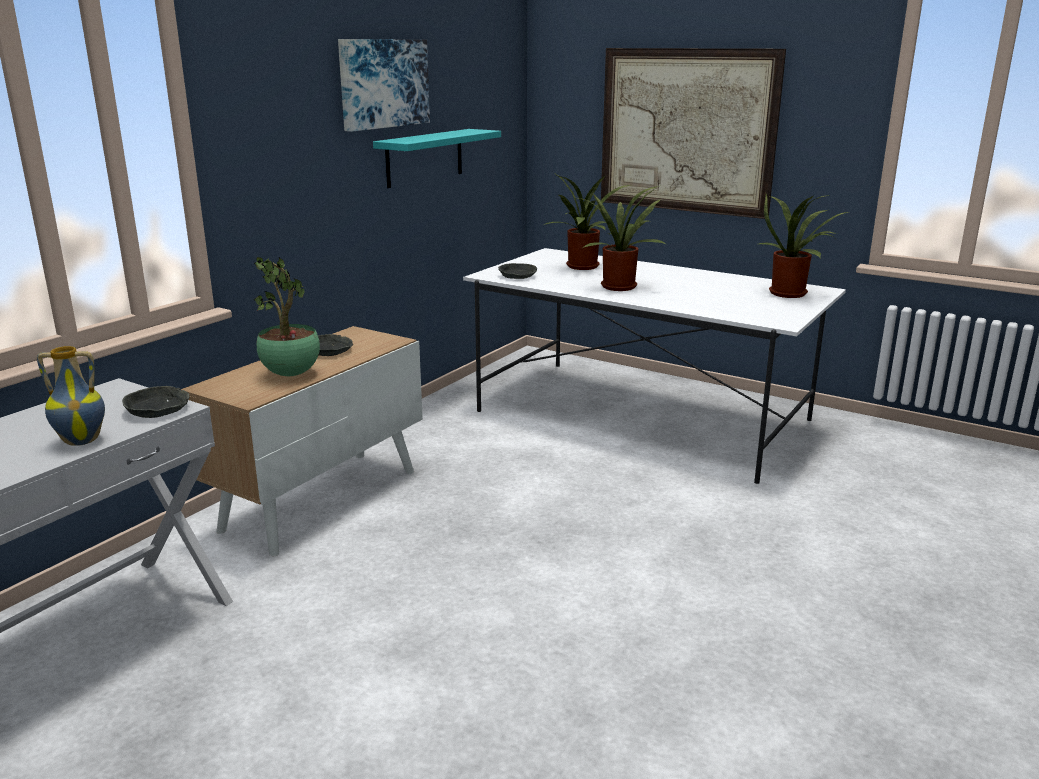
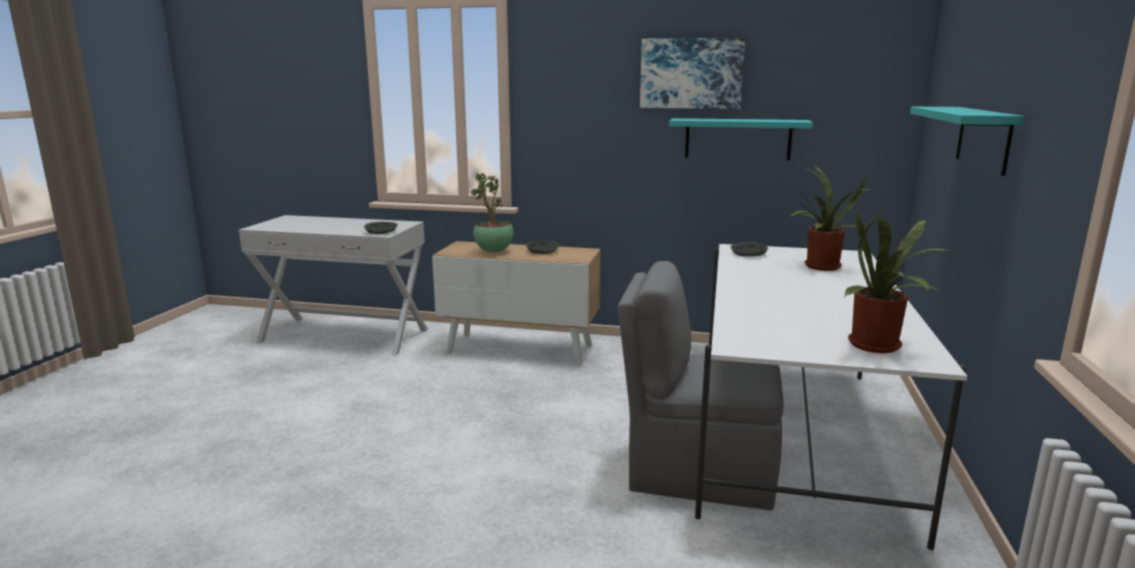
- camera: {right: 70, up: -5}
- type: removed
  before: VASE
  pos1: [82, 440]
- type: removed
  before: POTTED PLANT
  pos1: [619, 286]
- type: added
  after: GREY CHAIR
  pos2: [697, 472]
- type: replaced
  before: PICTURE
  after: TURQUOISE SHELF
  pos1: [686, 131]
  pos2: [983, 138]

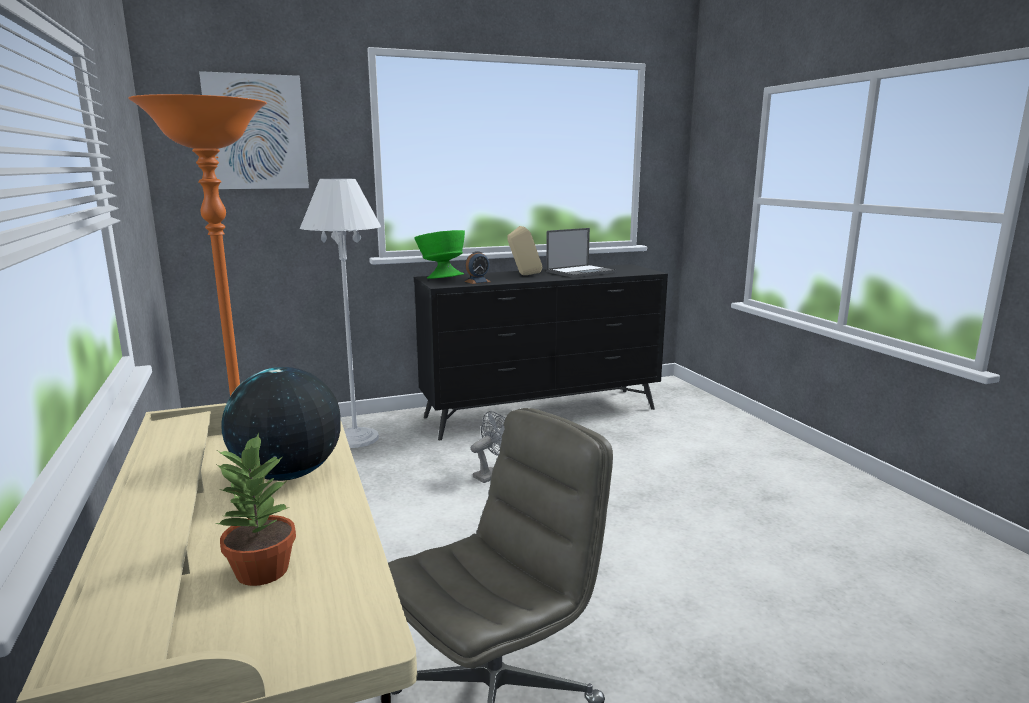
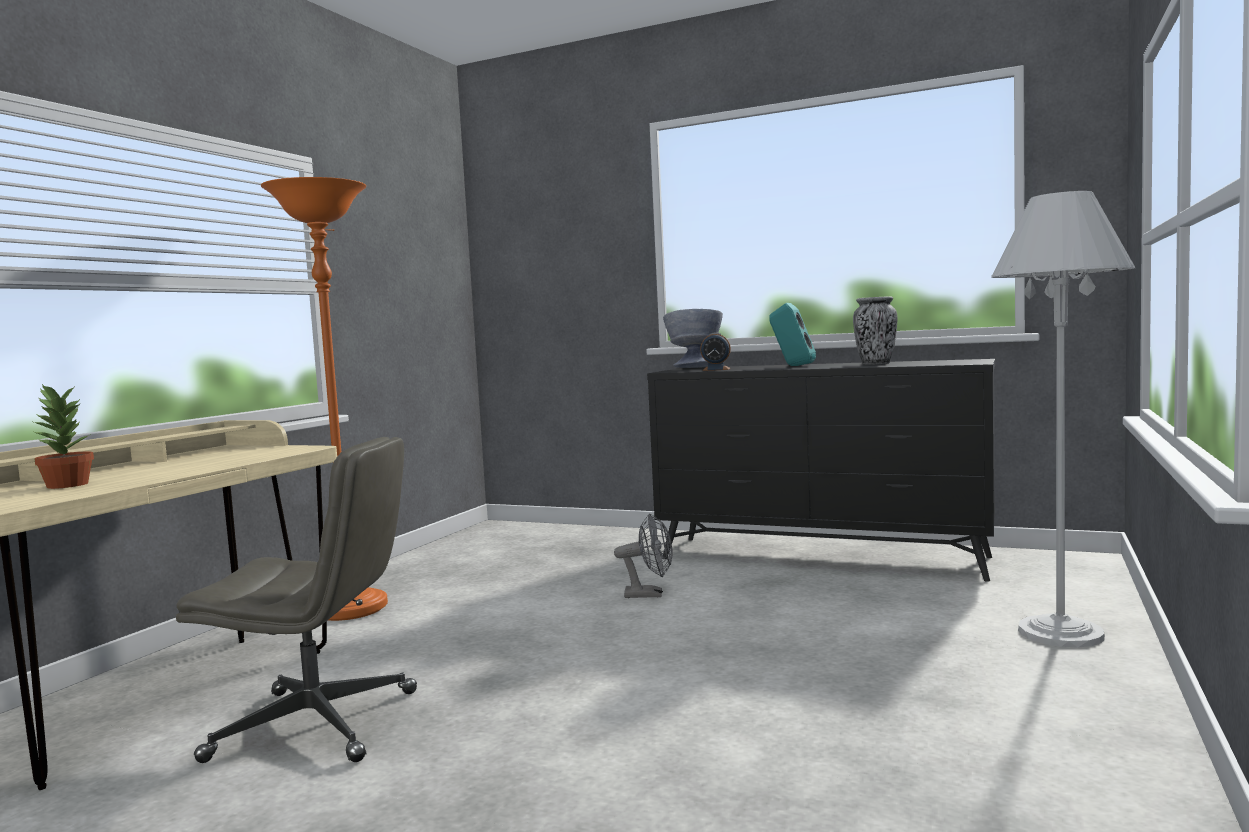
- camera: {right: 45, up: -10}
- type: removed
  before: PICTURE
  pos1: [256, 132]
- type: removed
  before: GLOBE
  pos1: [288, 475]
- type: moved
  before: WHITE FLOOR LAMP
  pos1: [355, 438]
  pos2: [1060, 633]
- type: replaced
  before: LAPTOP
  after: VASE
  pos1: [581, 272]
  pos2: [875, 364]
- type: recoloured
  before: GREEN BOWL
  after: GREY BOWL
  pos1: [441, 278]
  pos2: [695, 368]
- type: recoloured
  before: BEIGE SPEAKER
  after: TURQUOISE SPEAKER
  pos1: [524, 275]
  pos2: [793, 366]

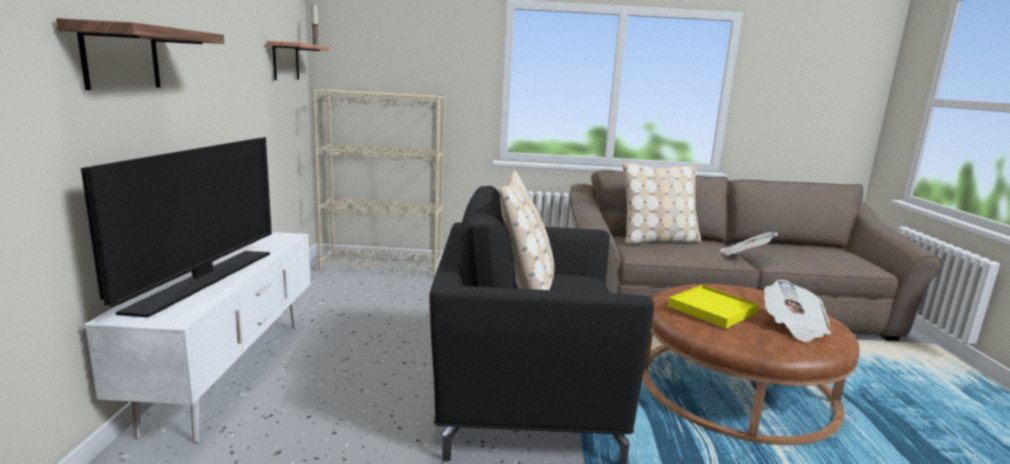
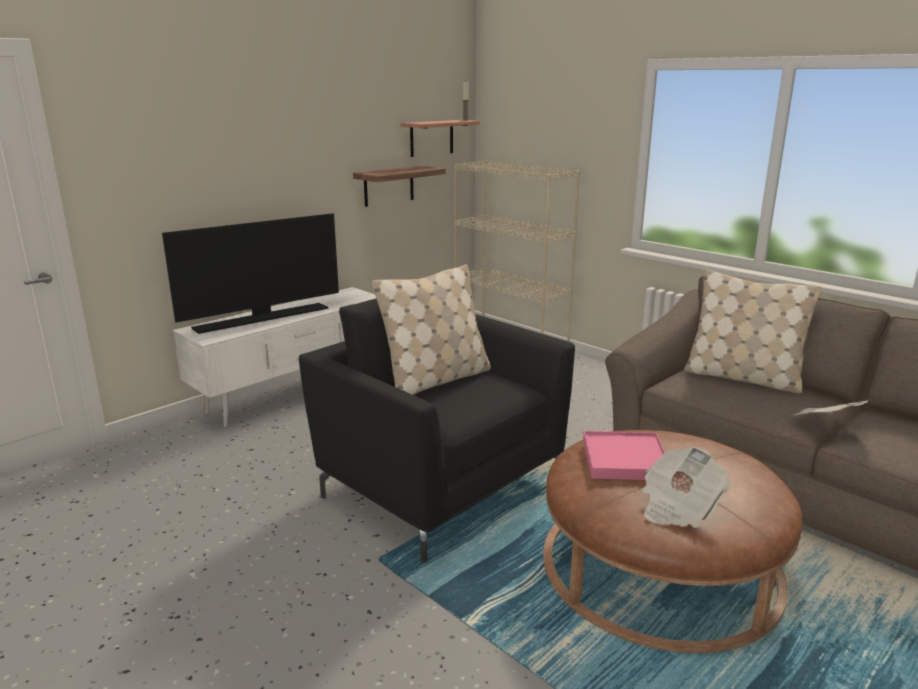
- camera: {right: 45, up: 5}
- type: moved
  before: SHELF
  pos1: [121, 57]
  pos2: [389, 186]
- type: recoloured
  before: YELLOW TRAY
  after: PINK TRAY
  pos1: [711, 309]
  pos2: [624, 459]

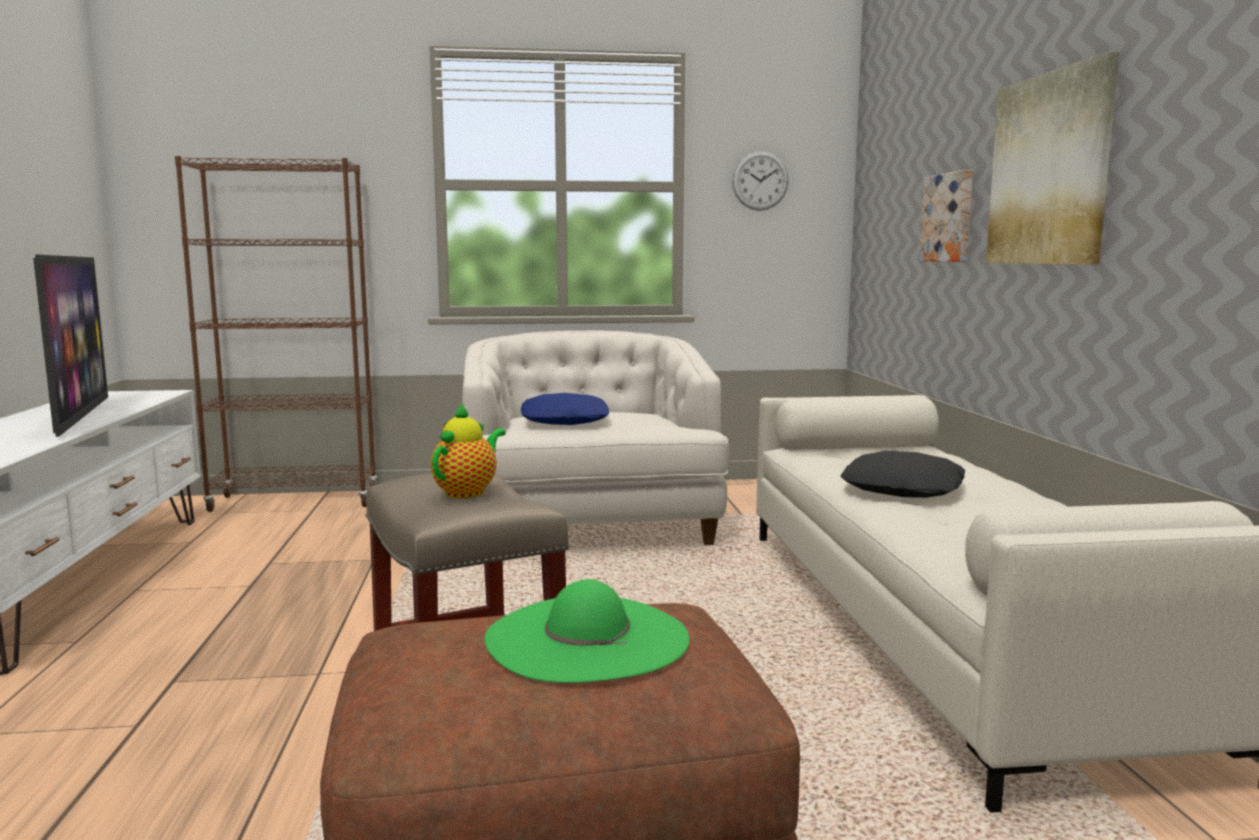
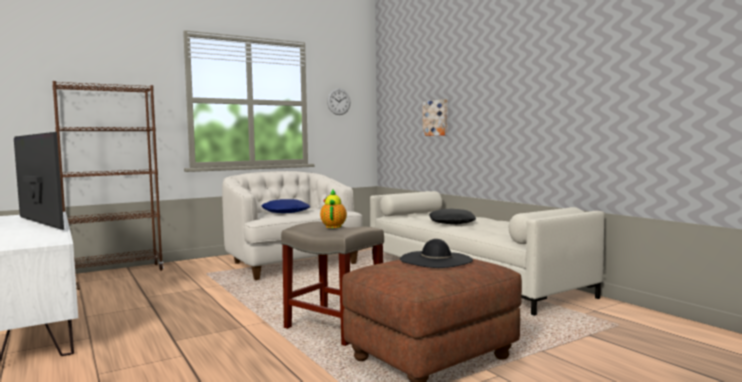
- camera: {right: -25, up: -5}
- type: removed
  before: PICTURE
  pos1: [1050, 170]
- type: recoloured
  before: GREEN HAT
  after: BLACK HAT
  pos1: [586, 638]
  pos2: [435, 259]

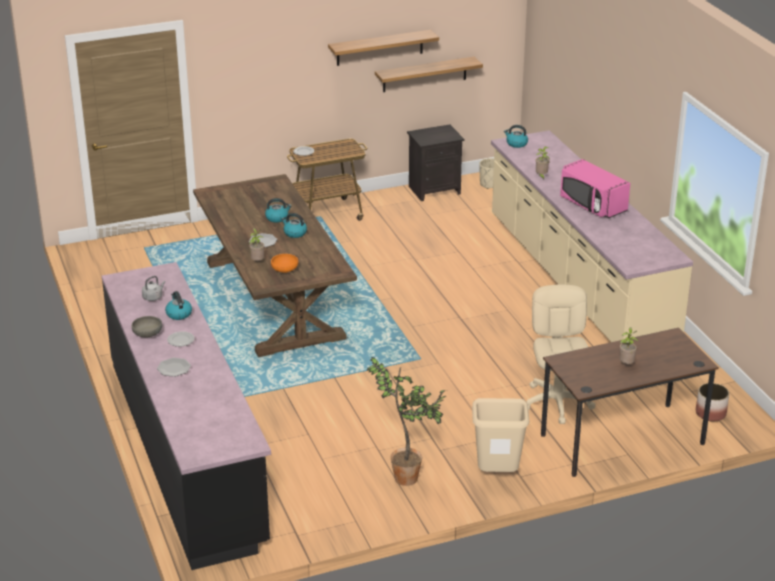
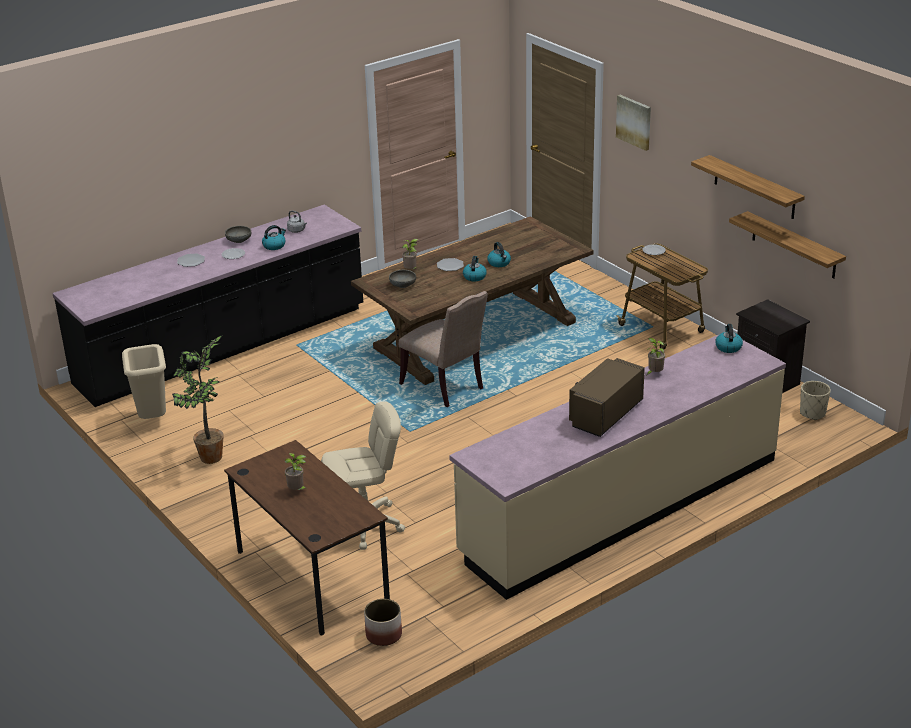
- camera: {right: 75, up: 0}
- type: added
  after: BEIGE CHAIR
  pos2: [445, 387]
- type: added
  after: PICTURE
  pos2: [634, 122]
- type: moved
  before: BEIGE TRASH CAN
  pos1: [498, 475]
  pos2: [153, 420]
- type: recoloured
  before: ORANGE BOWL
  after: GREY BOWL
  pos1: [284, 270]
  pos2: [402, 285]
- type: recoloured
  before: PINK MICROWAVE
  after: BROWN MICROWAVE
  pos1: [592, 205]
  pos2: [604, 414]

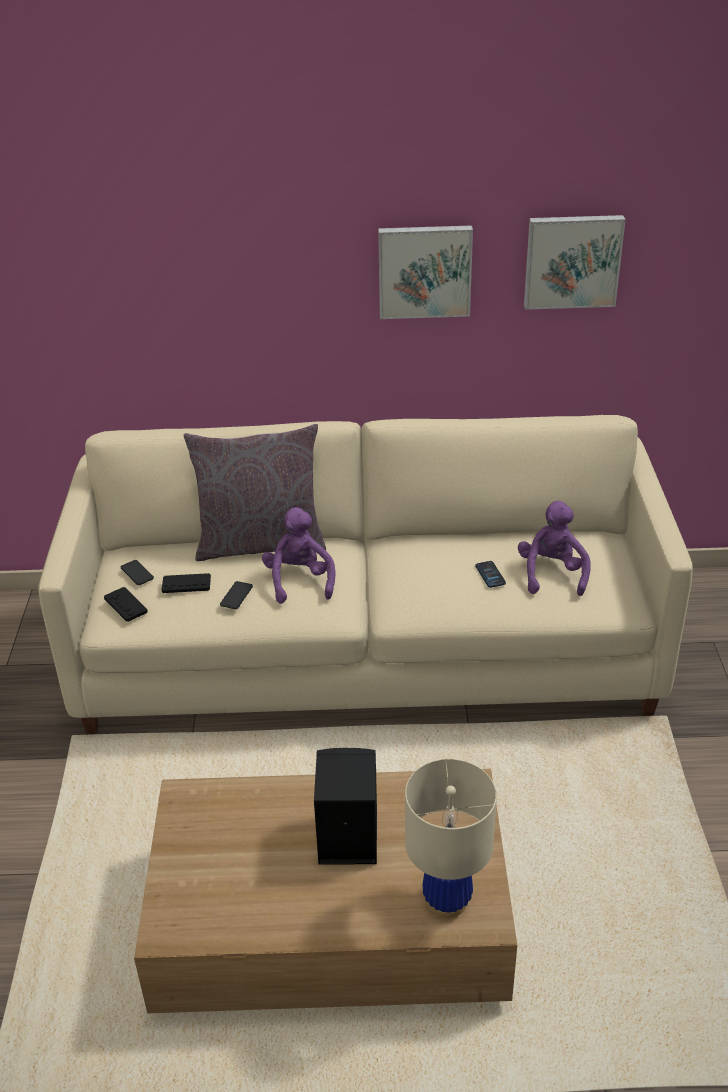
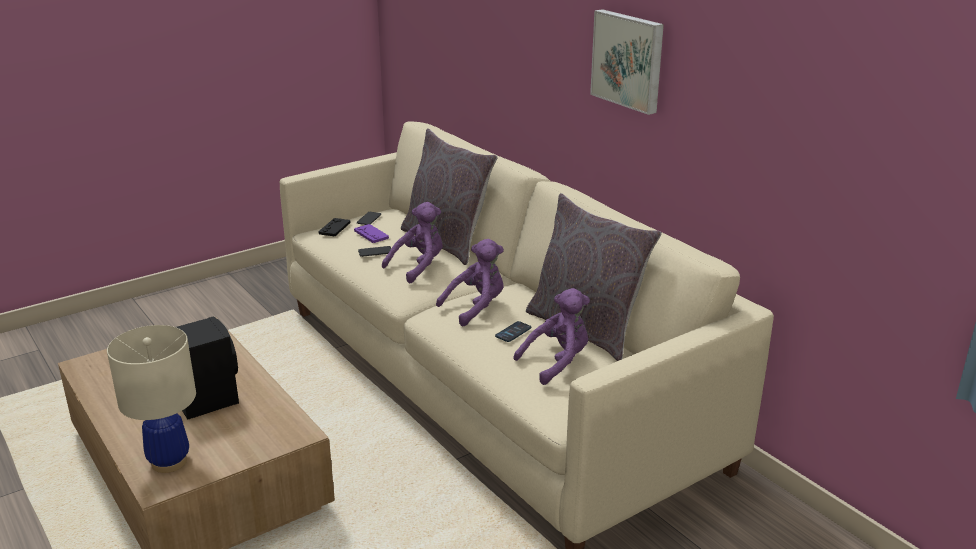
- camera: {right: 55, up: -10}
- type: removed
  before: PICTURE
  pos1: [572, 261]
- type: added
  after: PURPLE PLUSH TOY
  pos2: [476, 308]
- type: added
  after: GREY PILLOW
  pos2: [586, 329]
- type: recoloured
  before: BLACK GAME CONTROLLER
  after: PURPLE GAME CONTROLLER
  pos1: [186, 584]
  pos2: [371, 234]

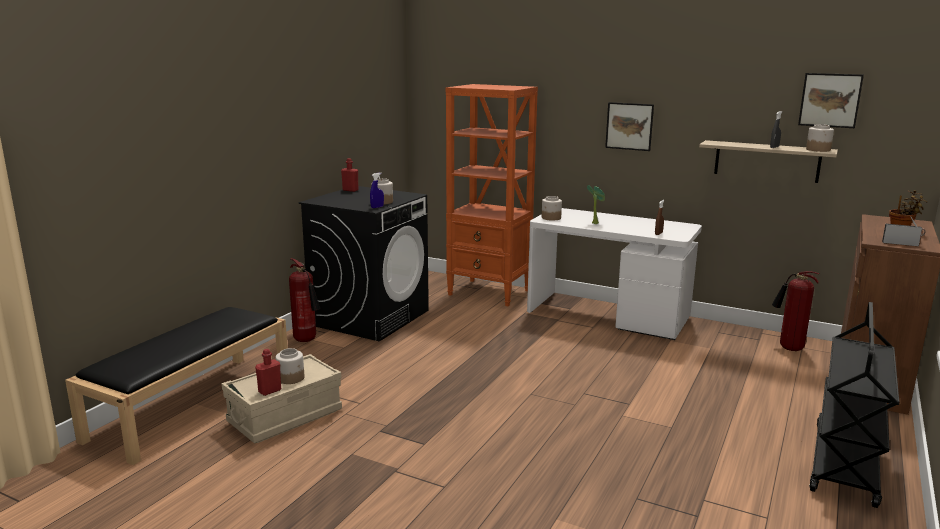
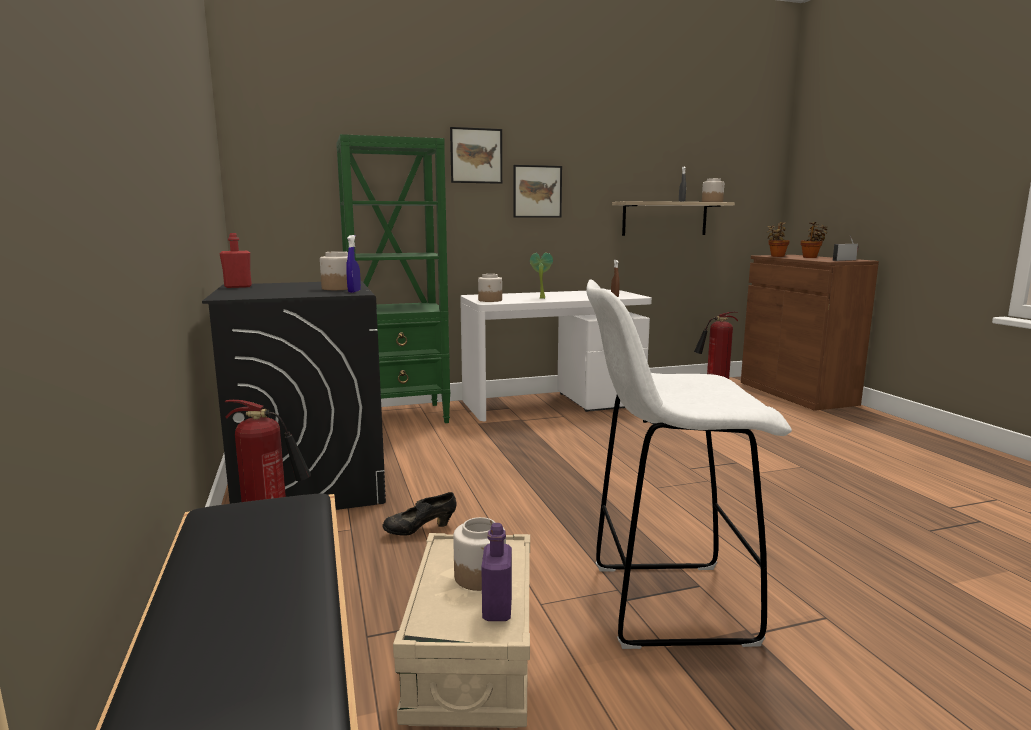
- camera: {right: -45, up: -5}
- type: removed
  before: BLACK CART
  pos1: [845, 465]
- type: added
  after: BLACK SHOE
  pos2: [420, 530]
- type: added
  after: WHITE STOOL
  pos2: [665, 603]
- type: added
  after: POTTED PLANT
  pos2: [776, 256]
- type: moved
  before: PICTURE
  pos1: [830, 100]
  pos2: [476, 155]
- type: recoloured
  before: RED BOTTLE
  after: PURPLE BOTTLE
  pos1: [270, 391]
  pos2: [497, 610]
- type: recoloured
  before: ORANGE BOOKCASE
  after: GREEN BOOKCASE
  pos1: [489, 293]
  pos2: [401, 417]

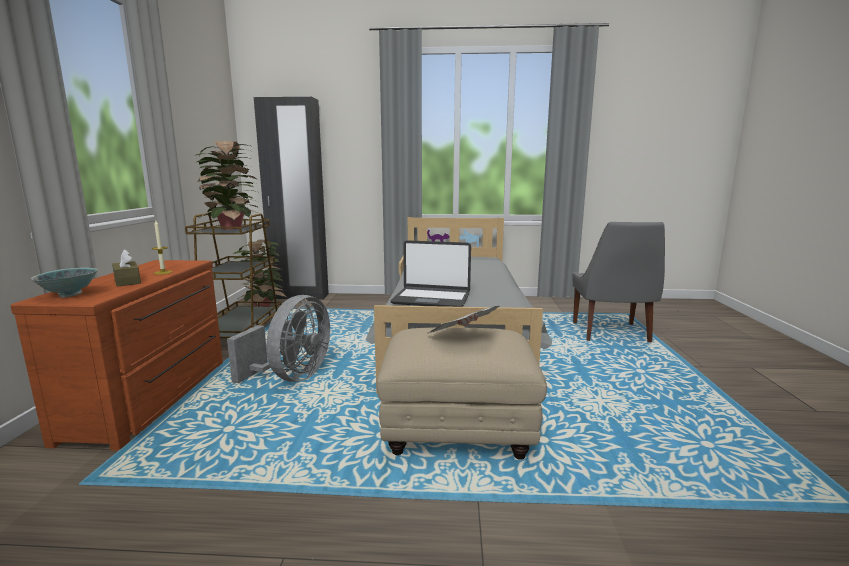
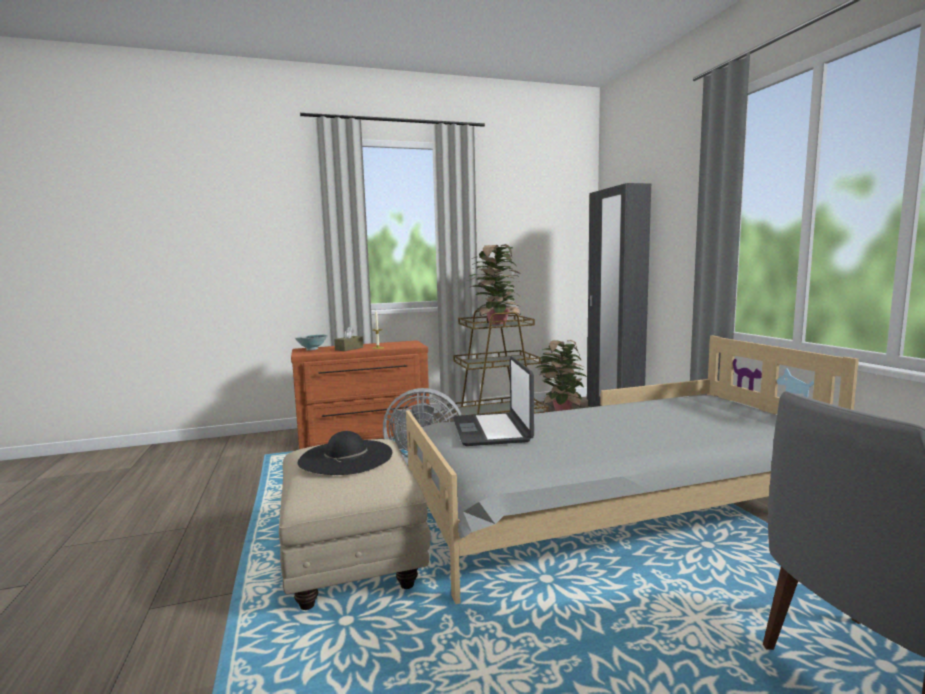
- camera: {right: 70, up: -5}
- type: replaced
  before: NEWSPAPER
  after: BLACK HAT
  pos1: [462, 338]
  pos2: [346, 457]

